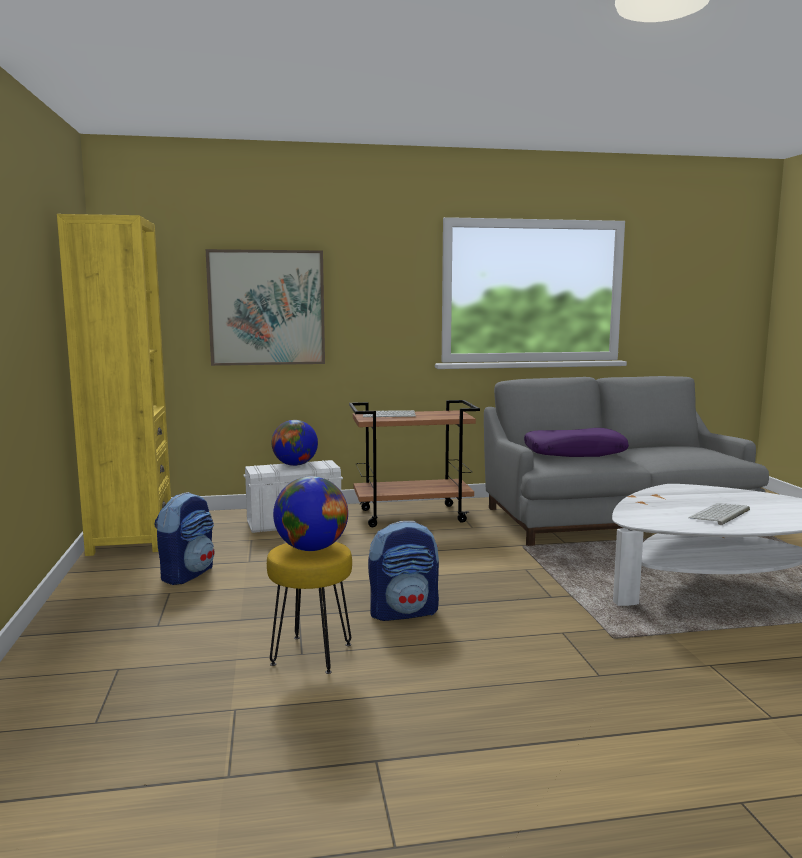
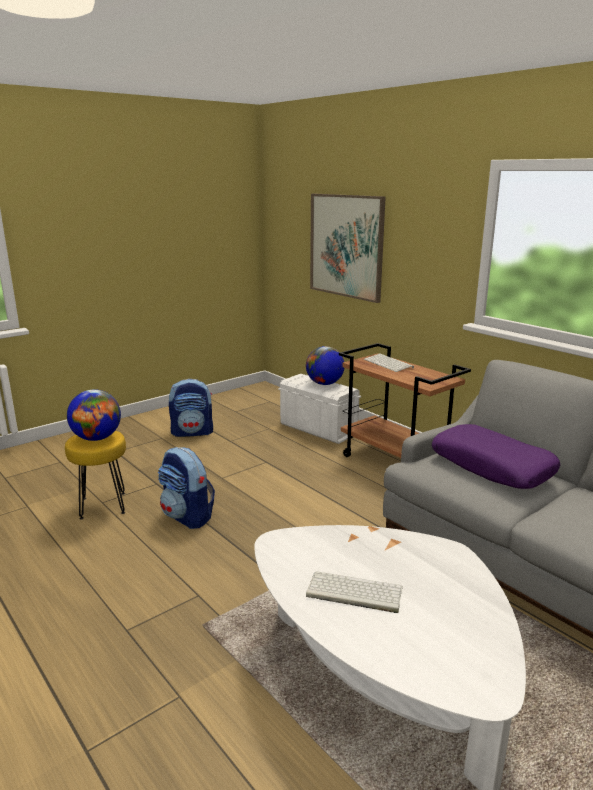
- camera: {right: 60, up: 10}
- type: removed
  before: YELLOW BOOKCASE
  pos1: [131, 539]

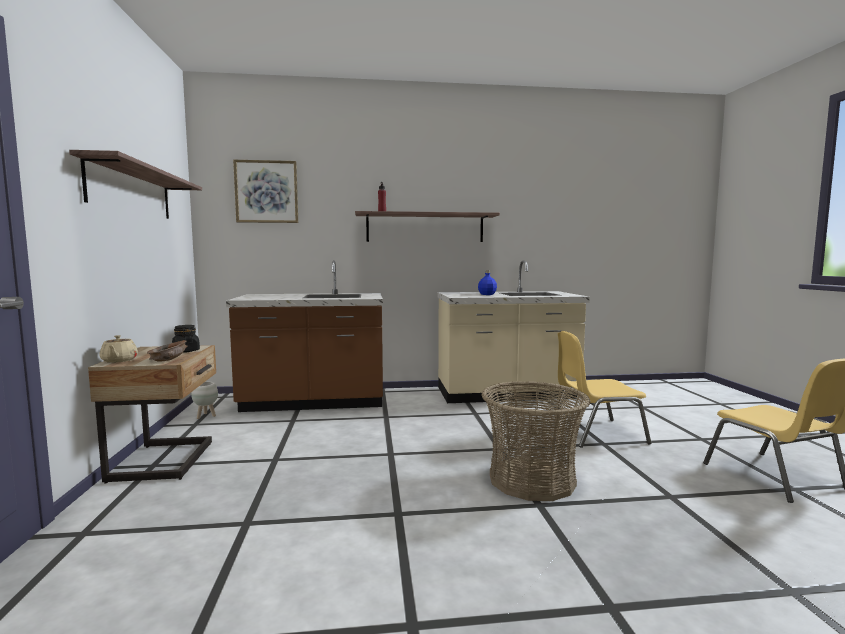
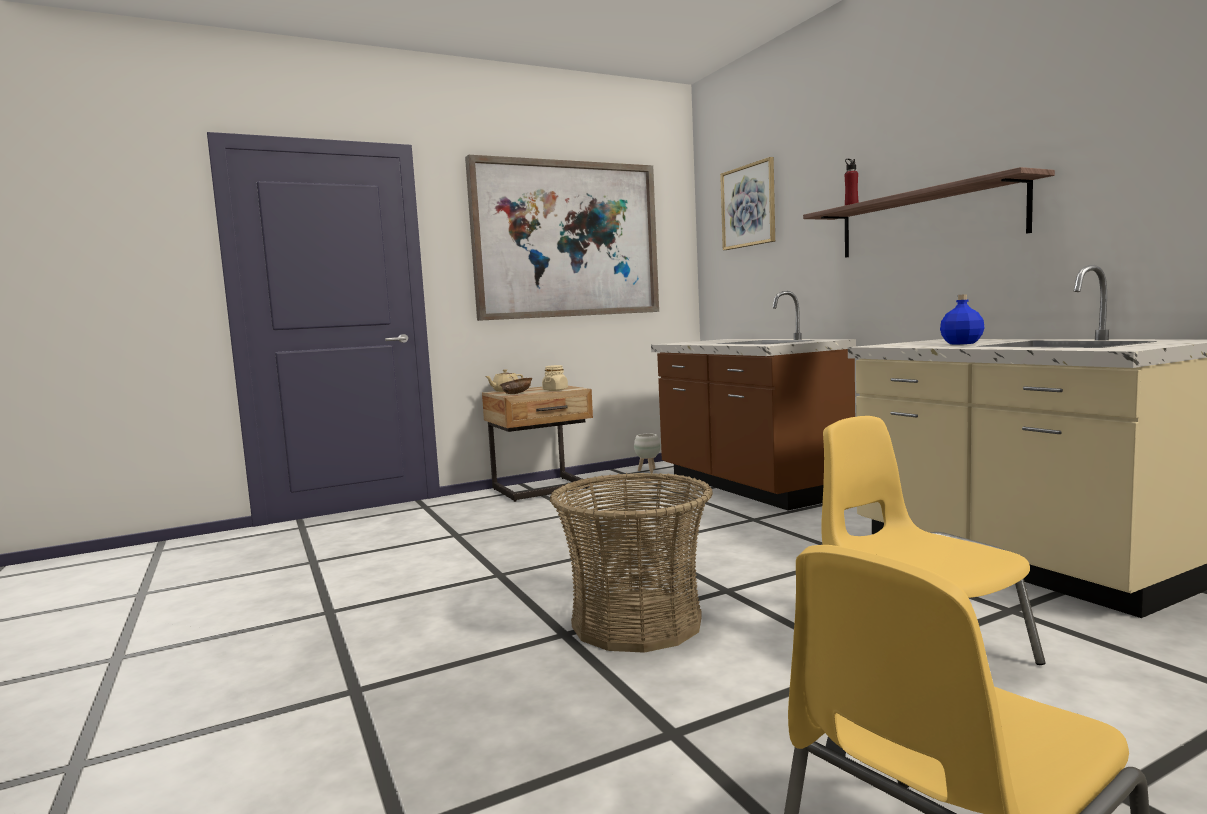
- camera: {right: 70, up: 0}
- type: replaced
  before: SHELF
  after: PICTURE
  pos1: [131, 192]
  pos2: [566, 240]
- type: recoloured
  before: BLACK JAR
  after: BEIGE JAR
  pos1: [186, 351]
  pos2: [555, 390]

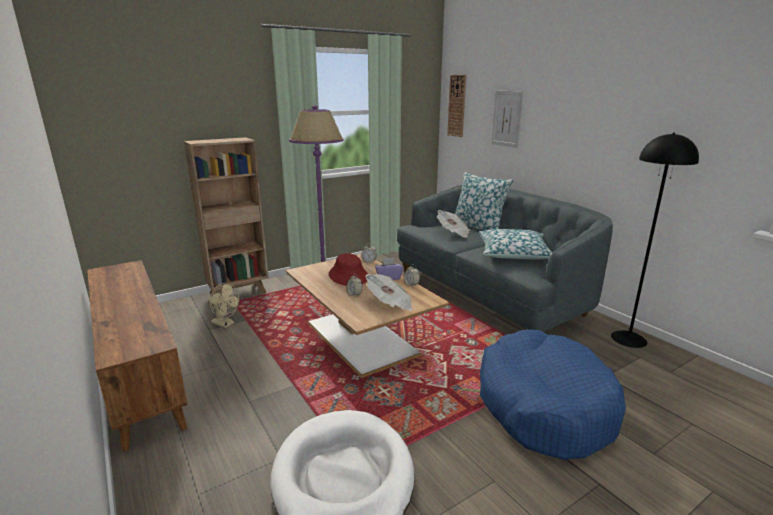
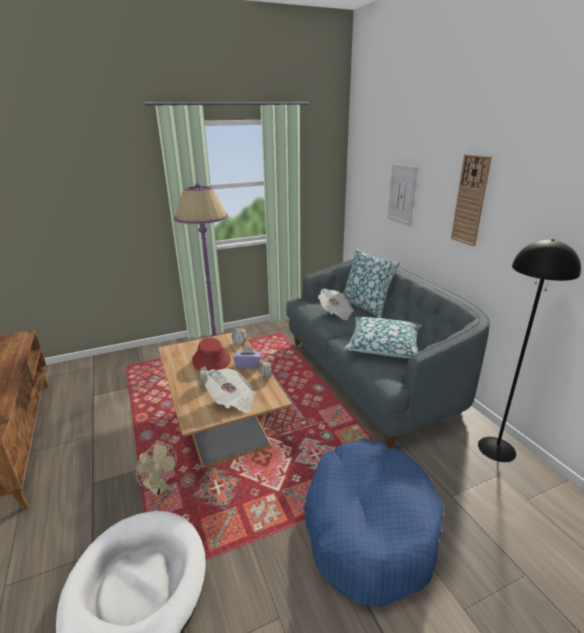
- camera: {right: 10, up: 5}
- type: removed
  before: BROWN BOOKCASE
  pos1: [239, 293]
- type: moved
  before: BEIGE FAN
  pos1: [225, 324]
  pos2: [159, 488]
- type: moved
  before: WALL CLOCK
  pos1: [457, 106]
  pos2: [470, 200]

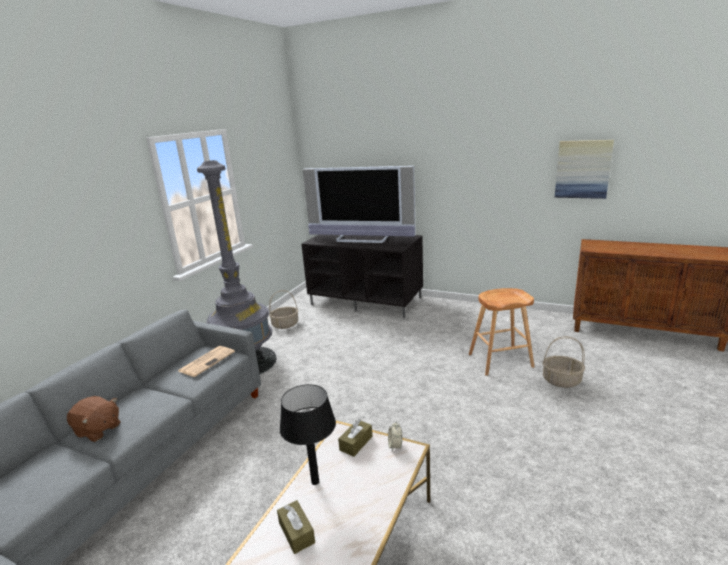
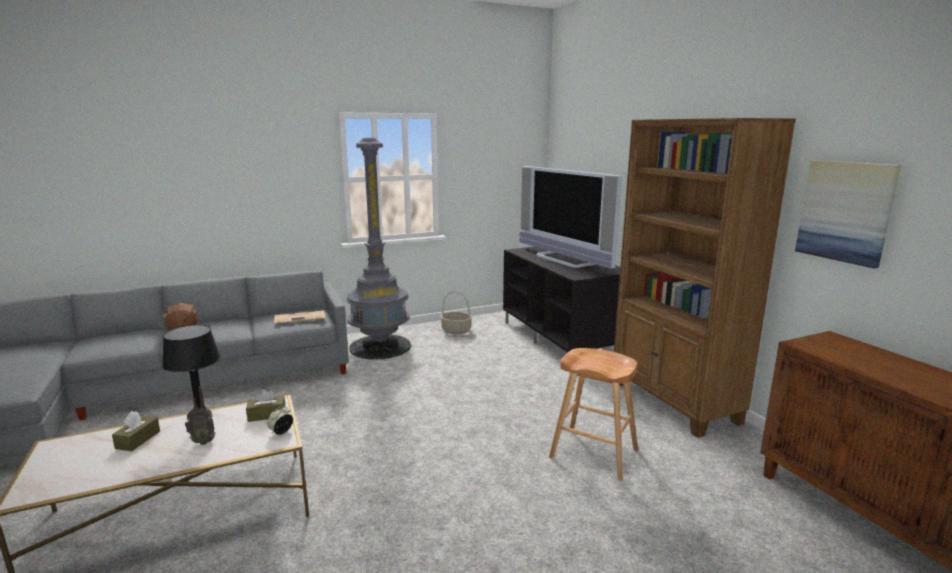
- camera: {right: 40, up: -5}
- type: removed
  before: BASKET
  pos1: [562, 380]
- type: added
  after: RADIO
  pos2: [203, 441]
- type: added
  after: BROWN BOOKCASE
  pos2: [674, 402]

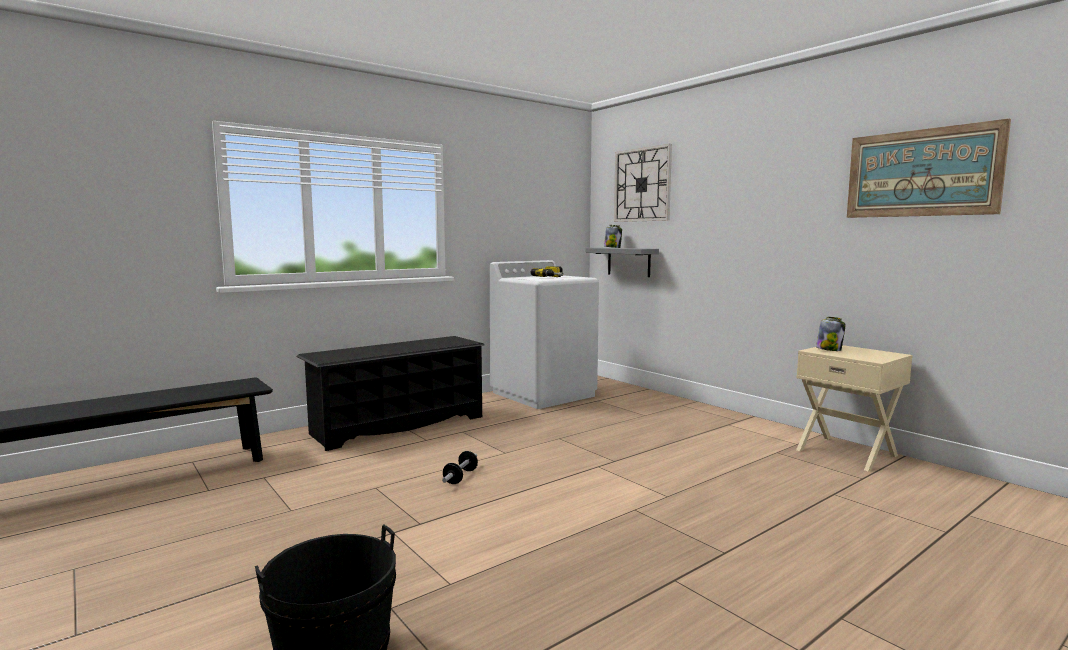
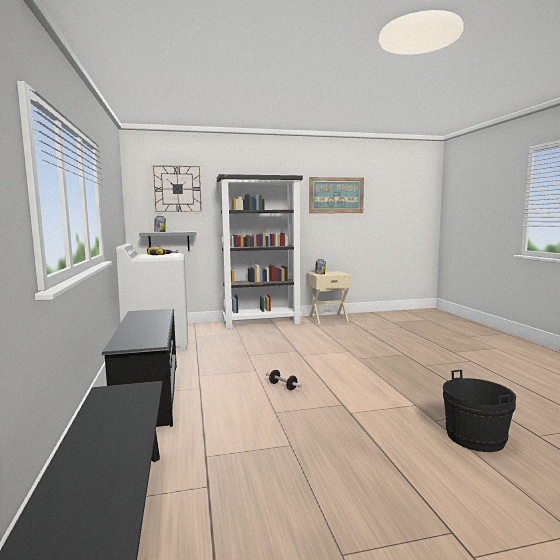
- camera: {right: -65, up: 0}
- type: added
  after: BLACK BOOKCASE
  pos2: [262, 323]

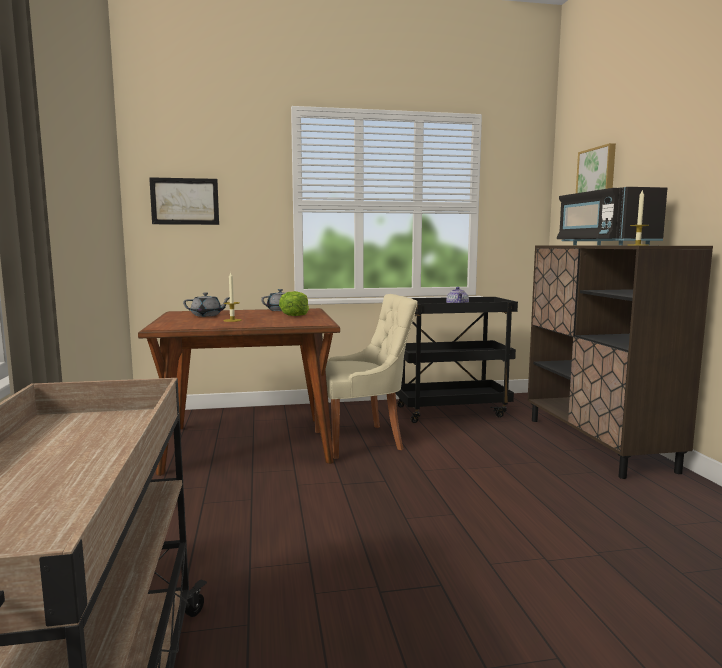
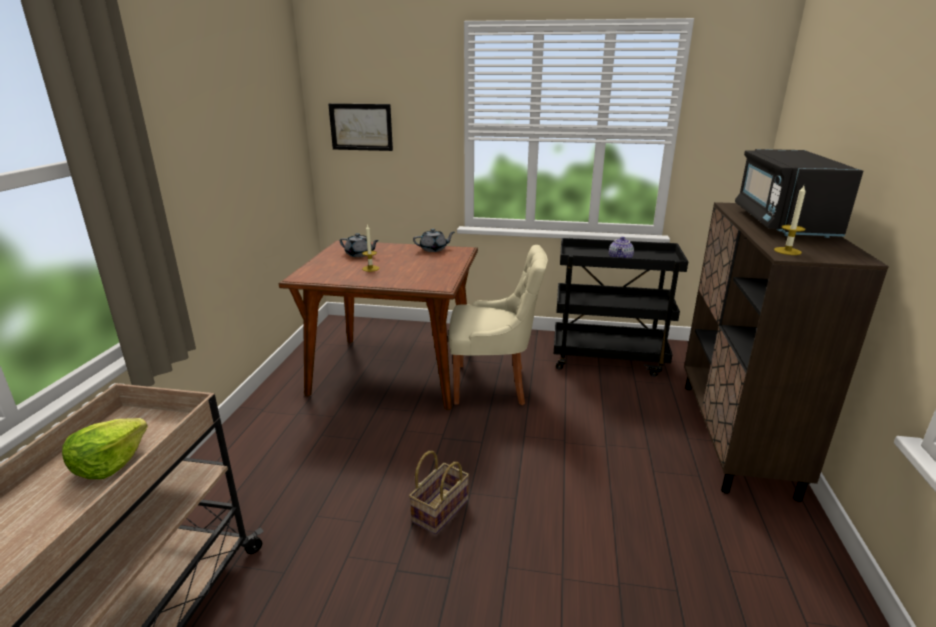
- camera: {right: 20, up: 15}
- type: removed
  before: PICTURE
  pos1: [597, 175]
- type: added
  after: BASKET
  pos2: [440, 509]
- type: moved
  before: LETTUCE
  pos1: [295, 315]
  pos2: [109, 463]

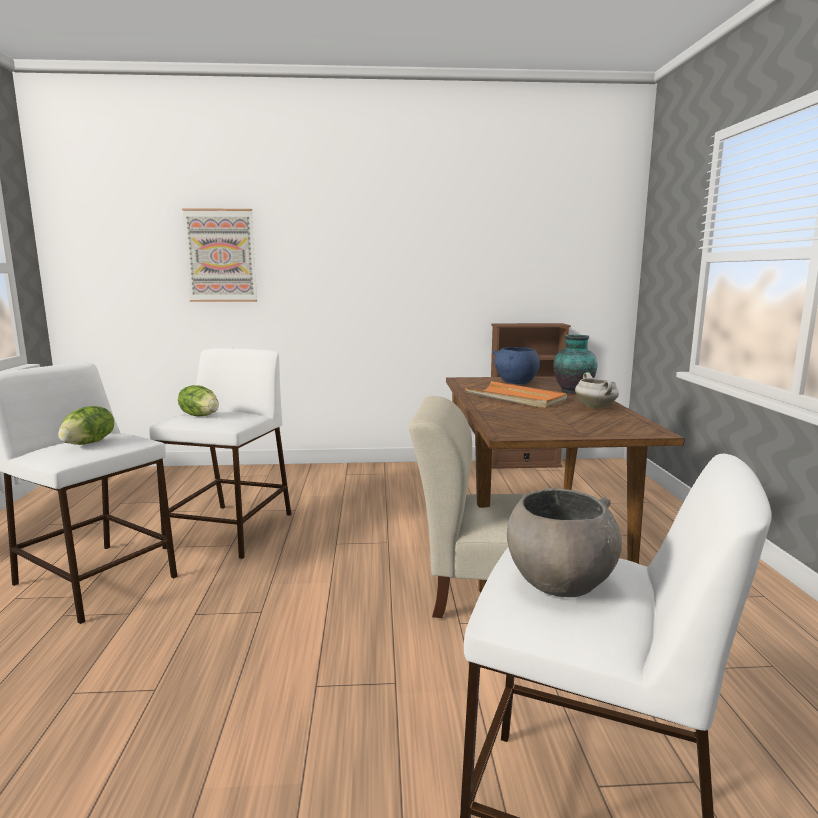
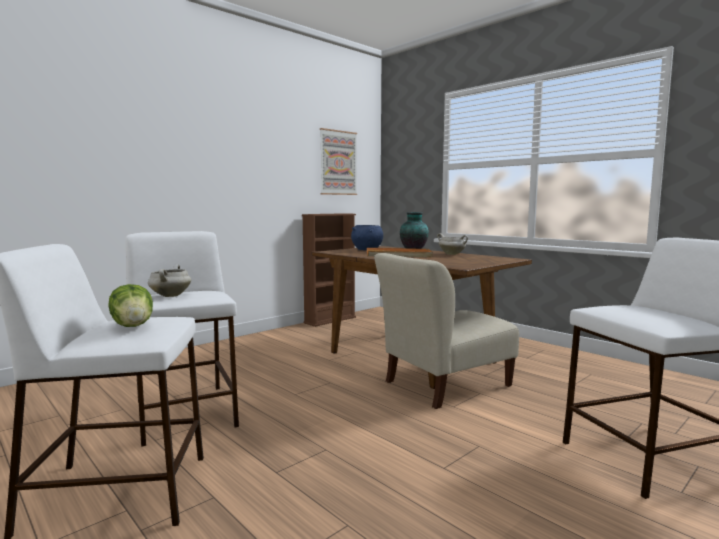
- camera: {right: -40, up: -5}
- type: removed
  before: GREY BOWL
  pos1: [559, 582]
- type: moved
  before: PICTURE
  pos1: [221, 256]
  pos2: [338, 163]
- type: replaced
  before: LETTUCE
  after: WHITE COOKING POT
  pos1: [200, 415]
  pos2: [170, 296]

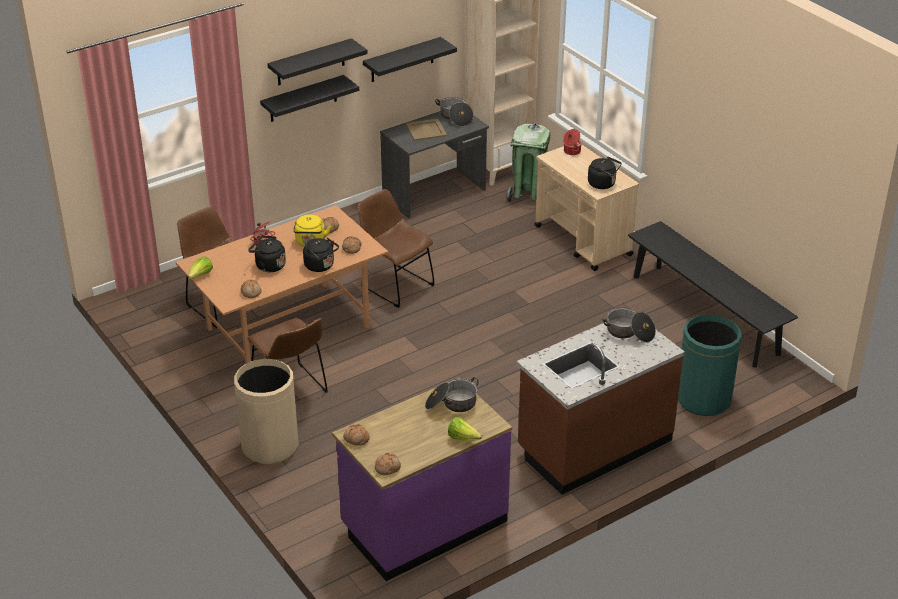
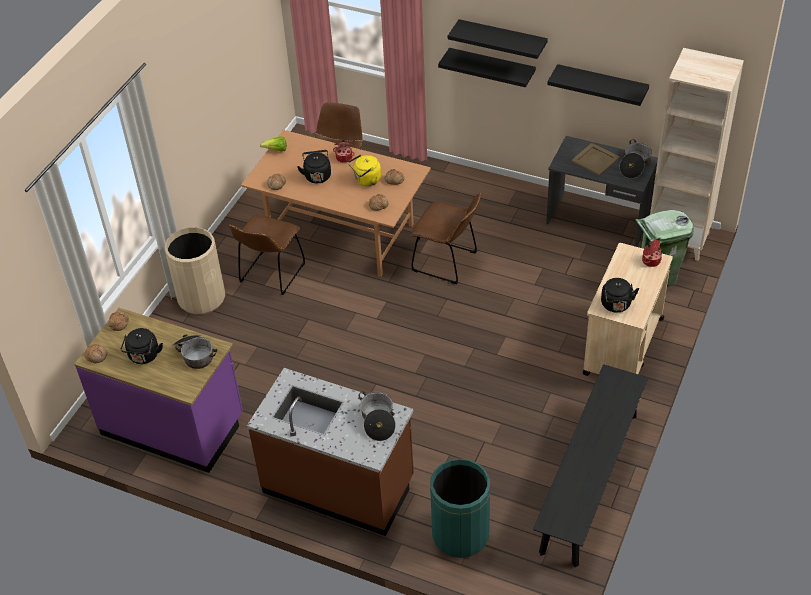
- camera: {right: 60, up: 10}
- type: removed
  before: LETTUCE
  pos1: [463, 438]
- type: moved
  before: BLACK KETTLE
  pos1: [321, 266]
  pos2: [144, 357]
- type: turned
  before: BROWN CHAIR
  pos1: [395, 285]
  pos2: [447, 263]
  turn: 105

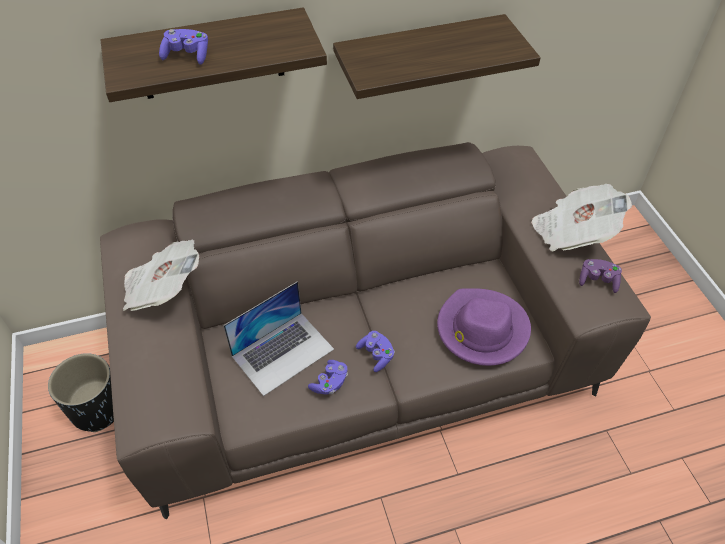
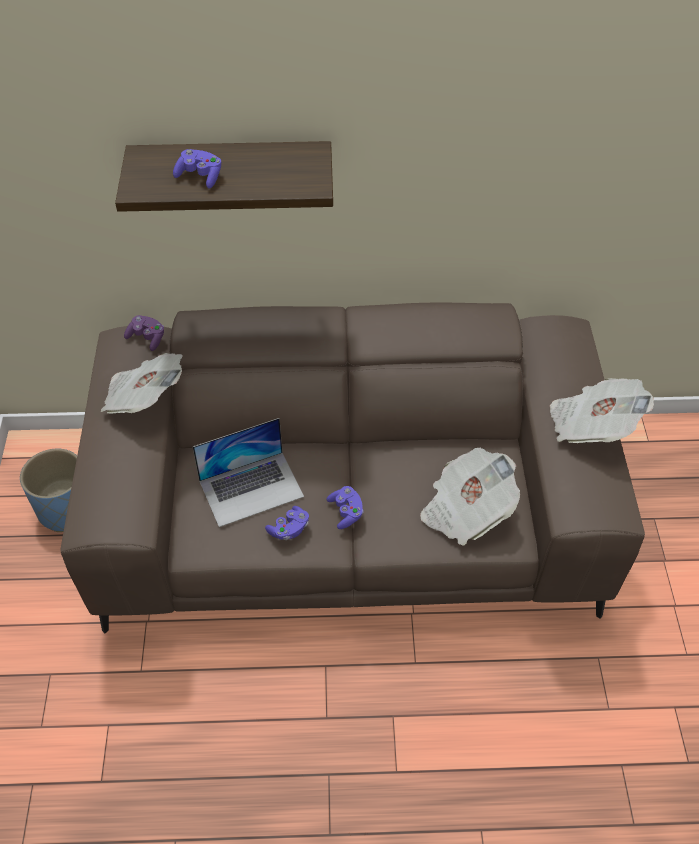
- camera: {right: 15, up: 0}
- type: removed
  before: SHELF
  pos1: [419, 57]
- type: moved
  before: PURPLE GAME CONTROLLER
  pos1: [598, 281]
  pos2: [147, 338]
- type: replaced
  before: PURPLE HAT
  after: NEWSPAPER
  pos1: [481, 329]
  pos2: [466, 510]
- type: recoloured
  before: BLACK PLANTER
  after: BLUE PLANTER
  pos1: [97, 409]
  pos2: [65, 509]

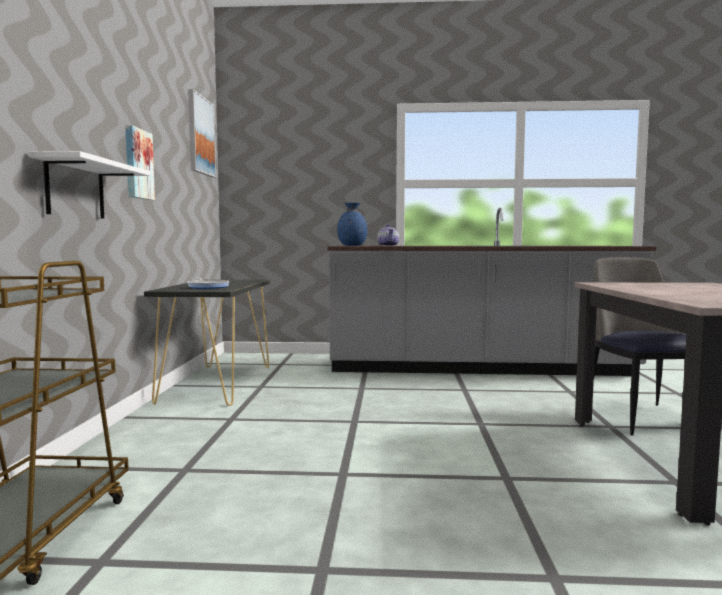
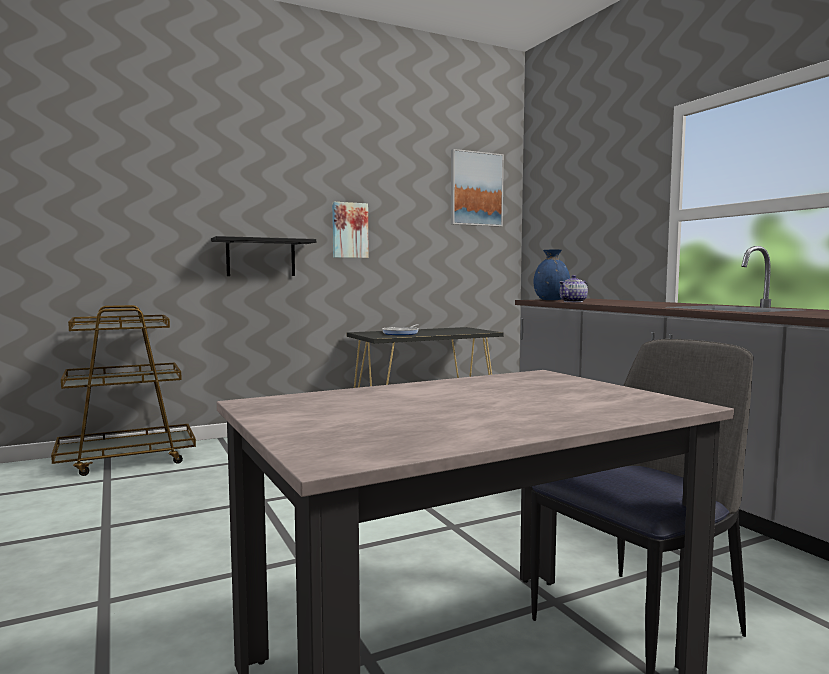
- camera: {right: 60, up: 0}
- type: recoloured
  before: WHITE SHELF
  after: BLACK SHELF
  pos1: [75, 189]
  pos2: [261, 257]

